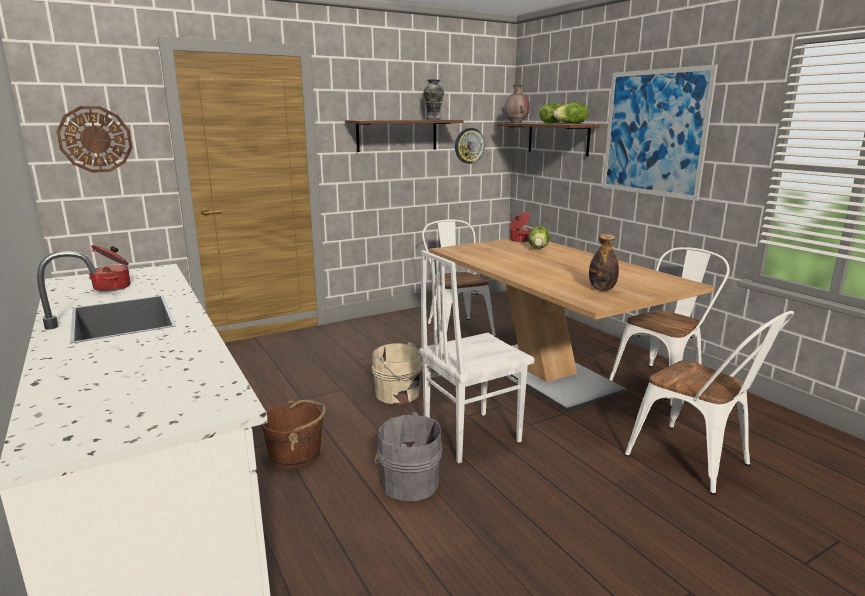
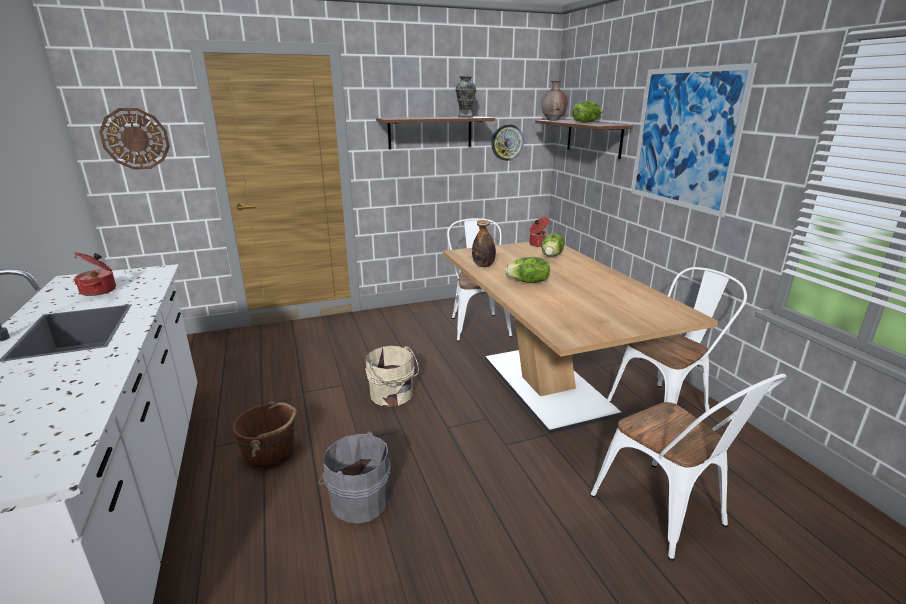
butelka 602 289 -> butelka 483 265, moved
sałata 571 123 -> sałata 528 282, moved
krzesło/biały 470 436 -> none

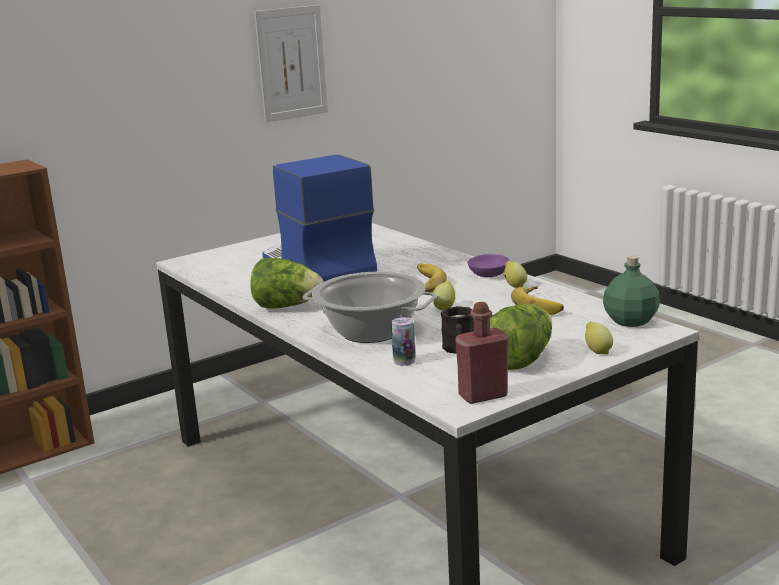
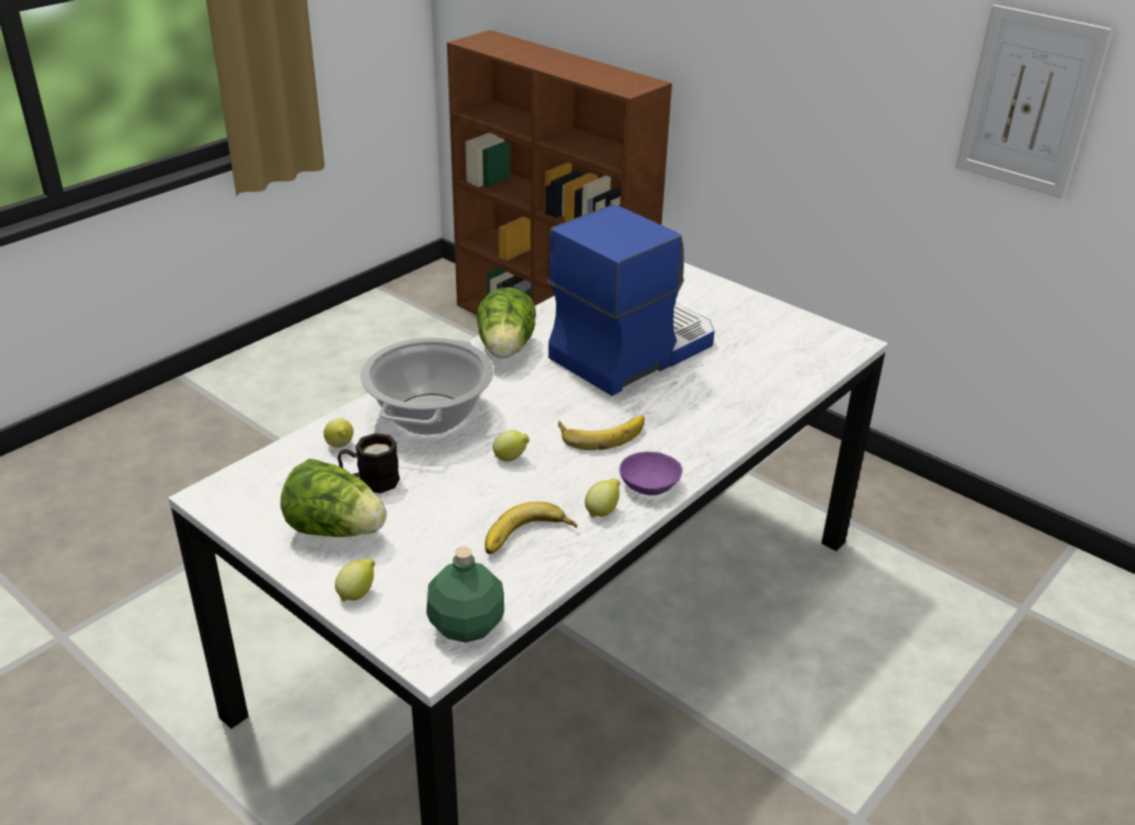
puszka 404 361 -> cytryna 340 446
butelka/czerwony 483 395 -> none

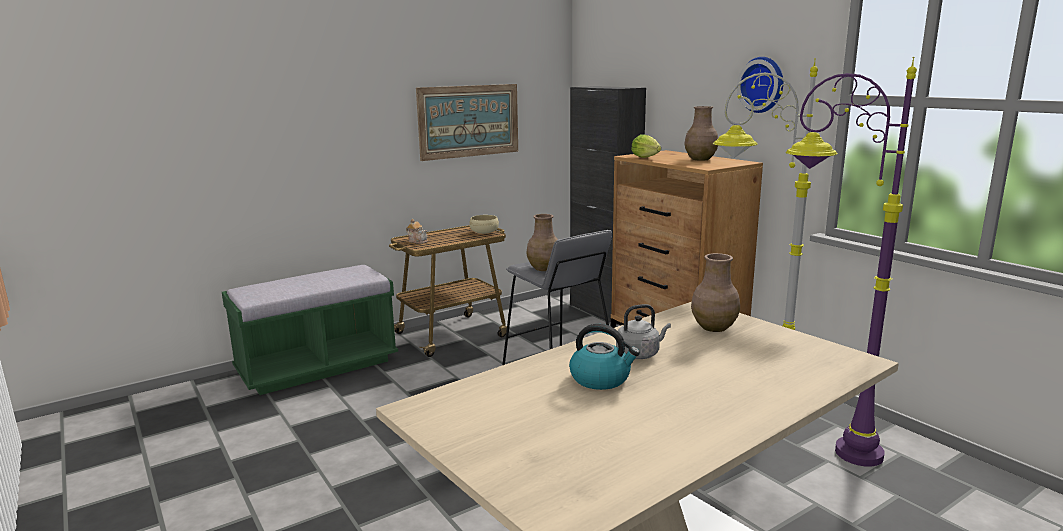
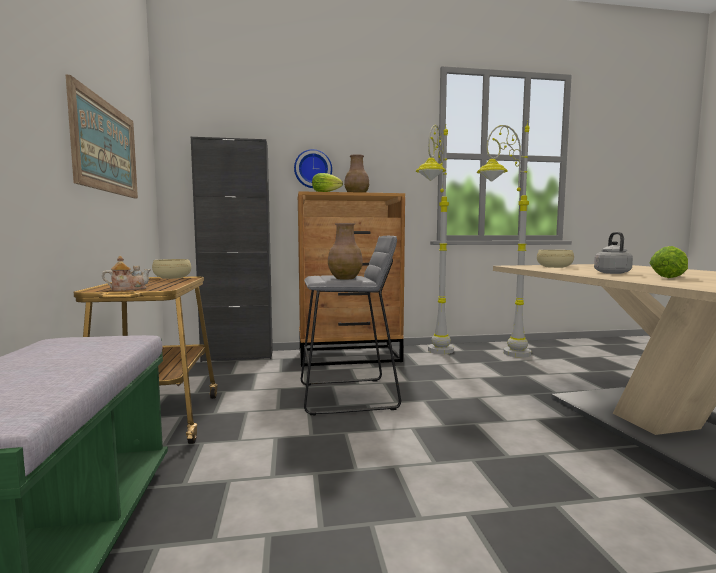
zegar ścienny 763 84 -> zegar ścienny 313 169, moved
lampa stojąca/fioletowy 818 442 -> lampa stojąca/szary 501 357
wazon/brązowy 713 327 -> miska/beżowy 554 267
czajnik 601 379 -> sałata 669 277

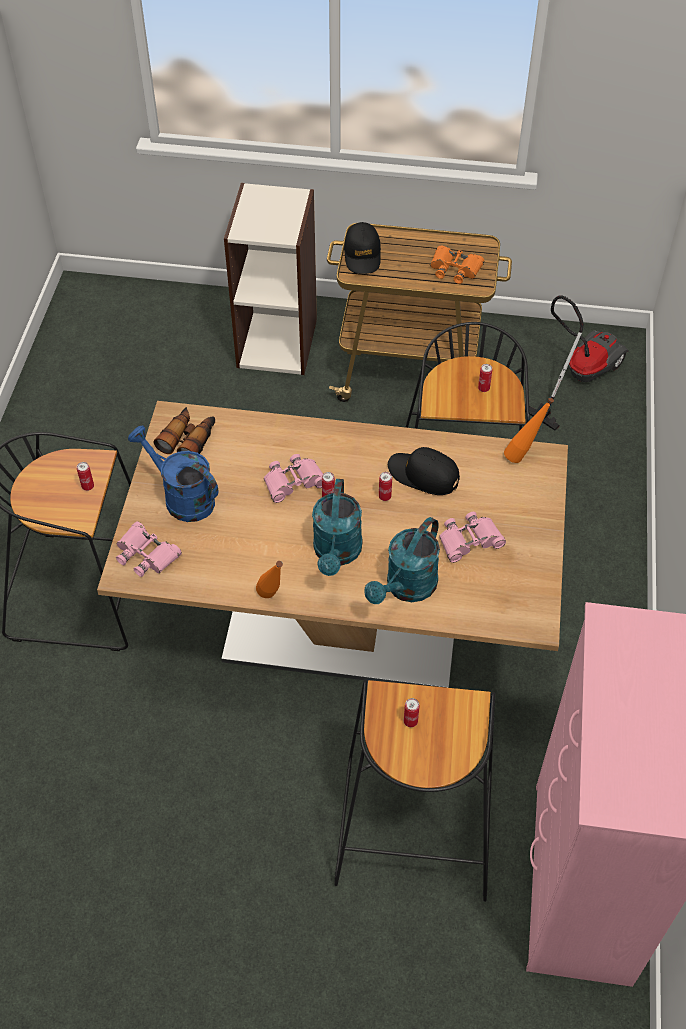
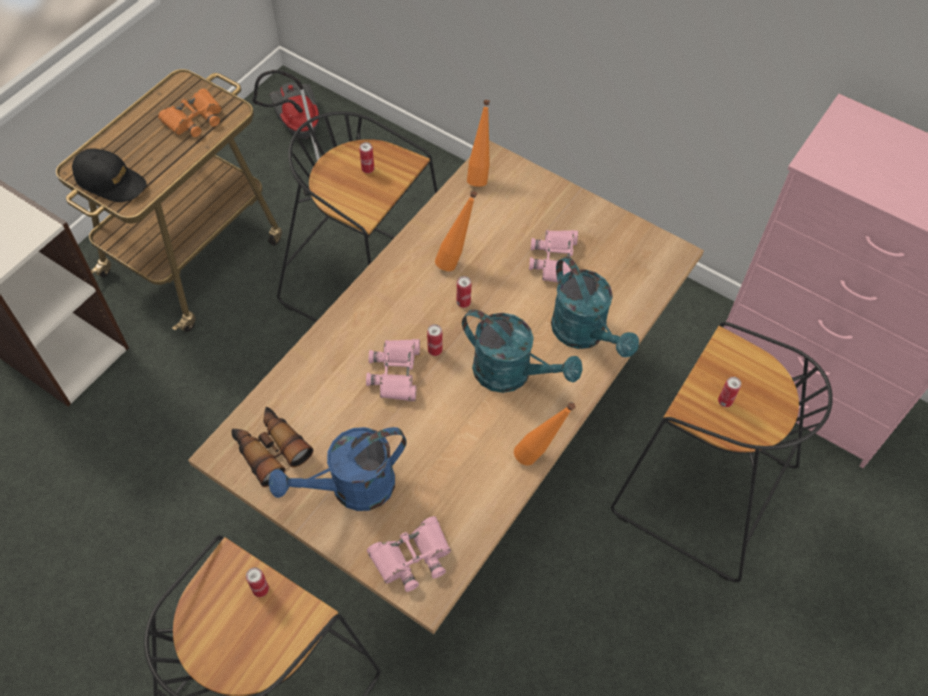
czapka z daszkiem/czarny 423 475 -> butelka/pomarańczowy 455 260

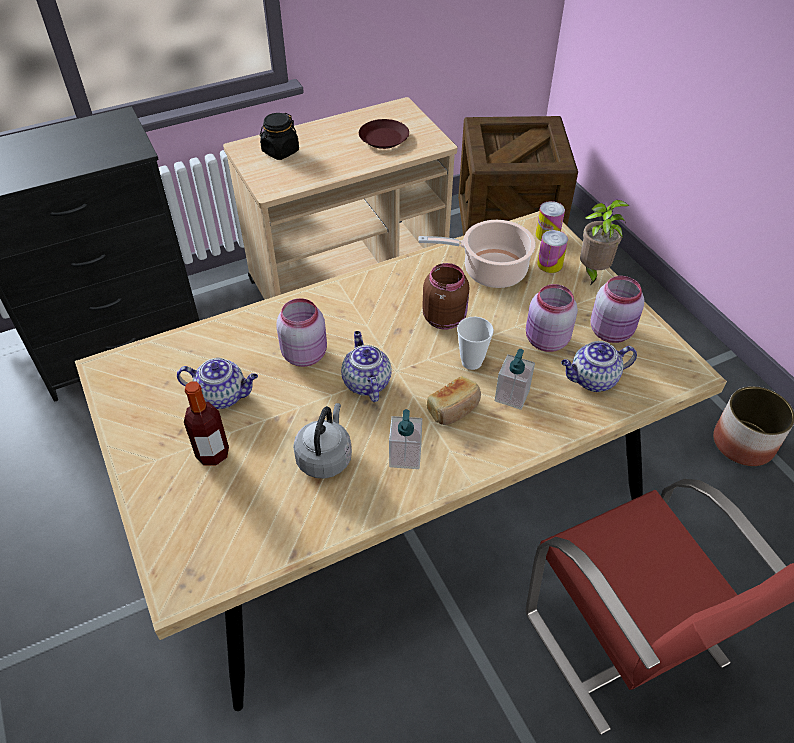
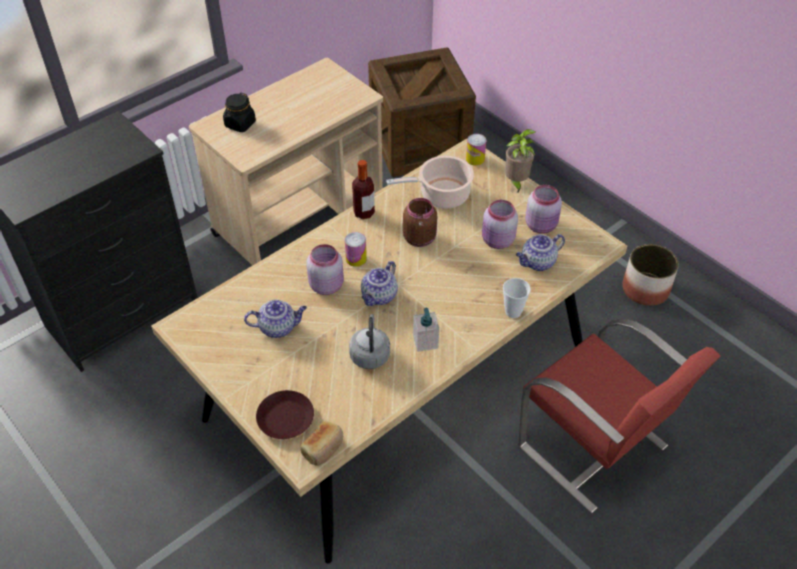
talerz/brązowy 383 138 -> talerz/brązowy 285 419, moved
chleb 454 409 -> chleb 323 448, moved
puszka 549 264 -> puszka 356 258, moved
butelka 212 454 -> butelka 364 213, moved
imbryk 366 382 -> imbryk 379 297, 120 degrees counterclockwise
filiżanka 471 362 -> filiżanka 513 312, moved
dozownik mydła 512 396 -> none

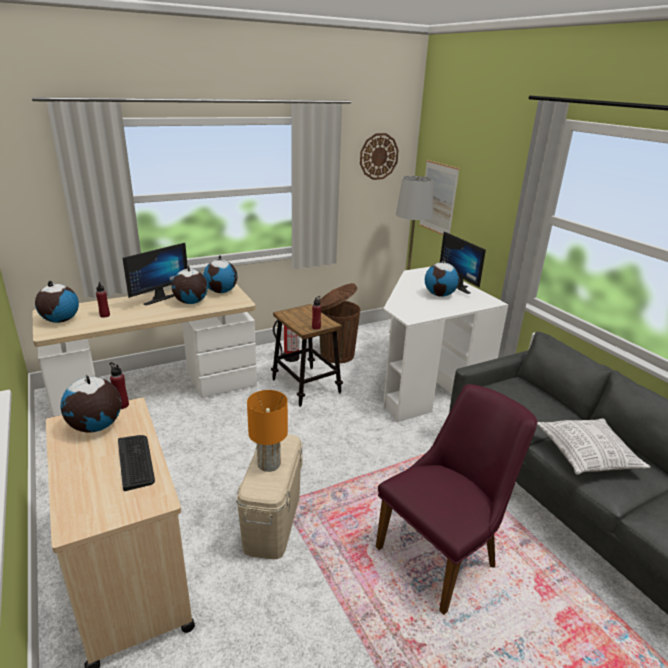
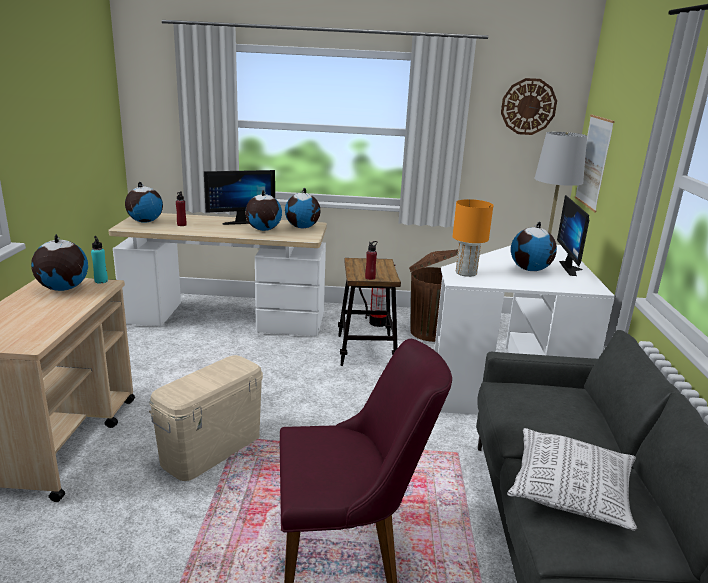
butelka/czerwony 122 405 -> butelka/turkusowy 101 281
lampa stołowa/pomarańczowy 269 463 -> lampa stołowa/pomarańczowy 466 273, moved
klawiatura 136 461 -> none

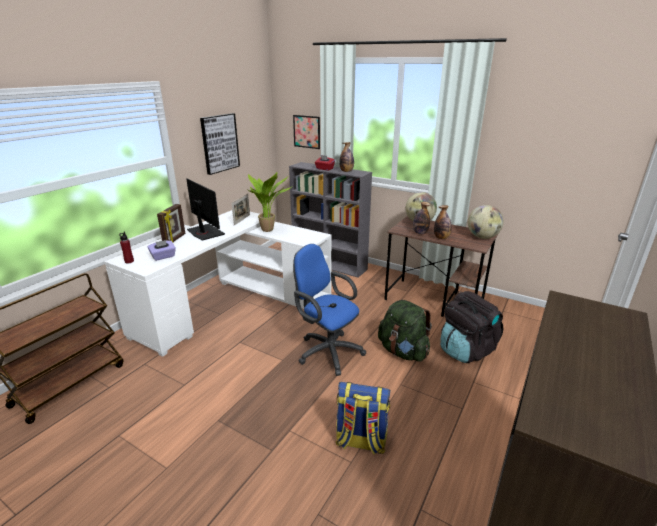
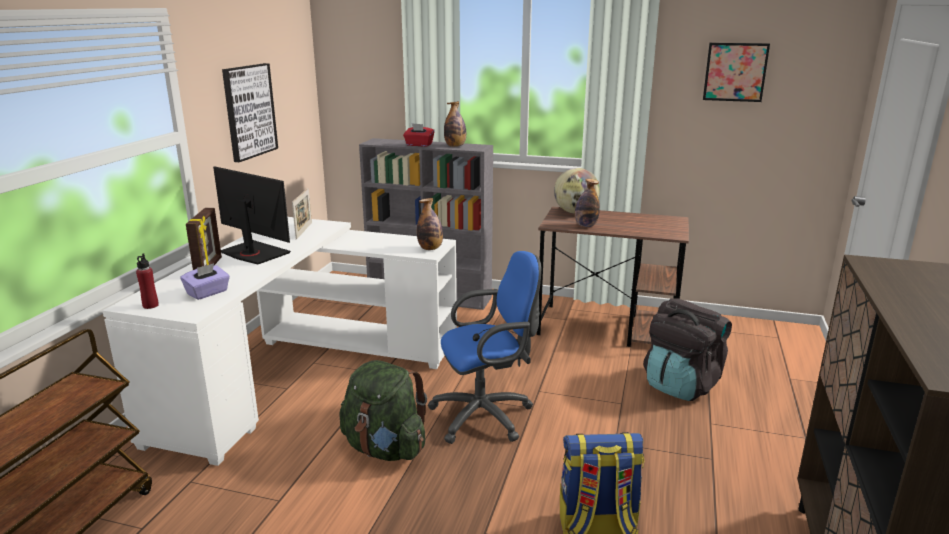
plecak/zielony 403 351 -> plecak/zielony 385 448, moved
butelka 441 238 -> butelka 430 248, moved
krzesło biurowe/niebieski 327 351 -> krzesło biurowe/niebieski 487 415, 135 degrees clockwise
obraz 307 131 -> obraz 735 72, moved
roślina doniczkowa 269 230 -> none
globus 482 237 -> none

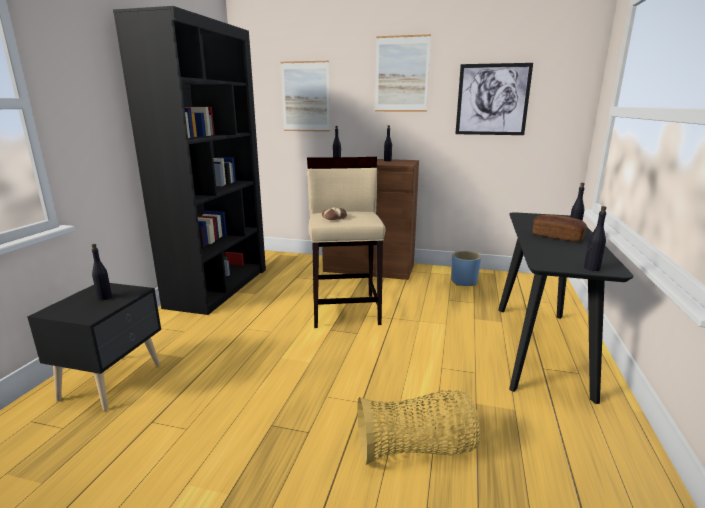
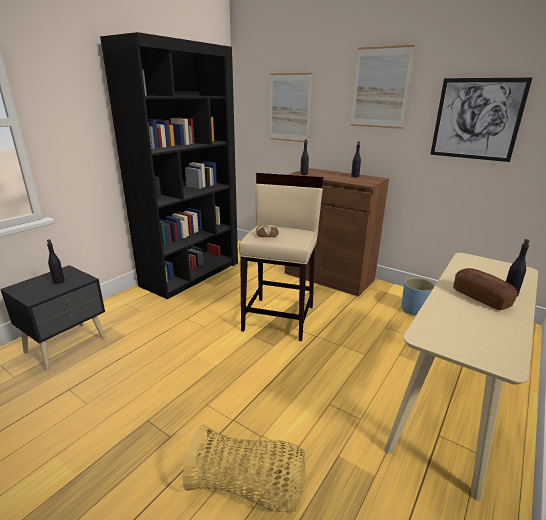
stolik konsolowy/czarny 540 348 -> stolik konsolowy/beżowy 451 409
butelka/czarny 591 268 -> none

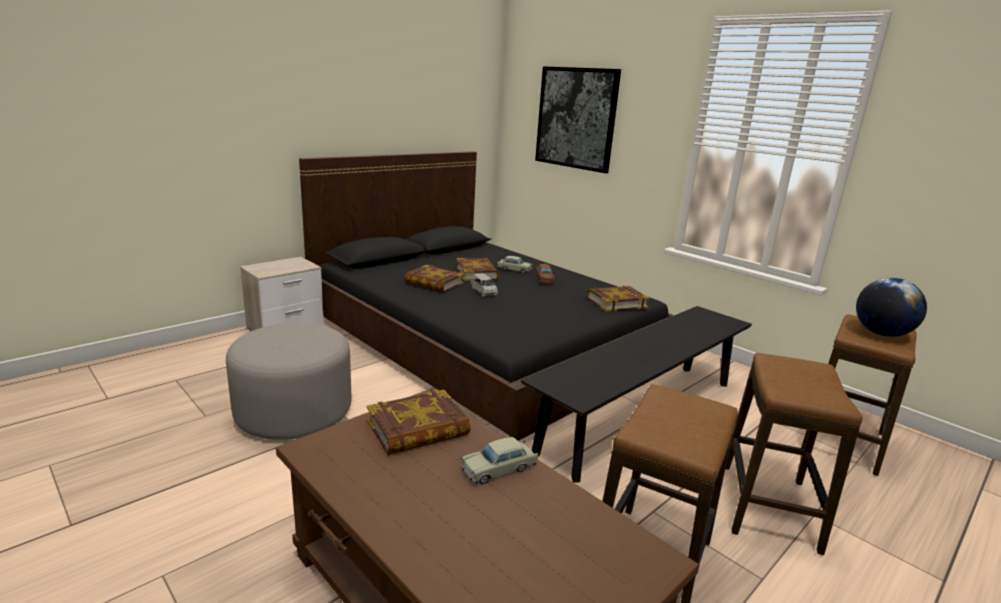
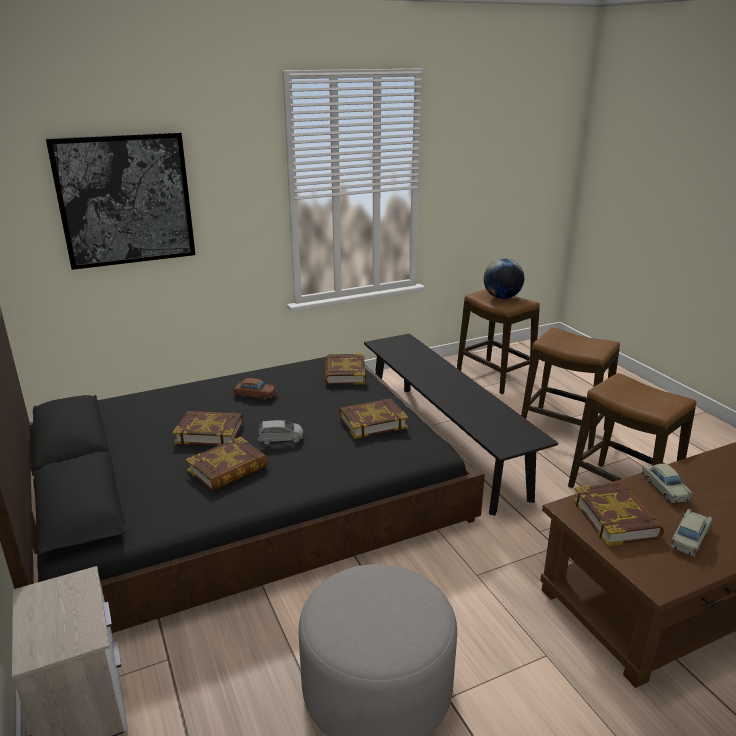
none -> książka 372 422
samochodzik/beżowy 514 269 -> samochodzik/beżowy 689 538, moved

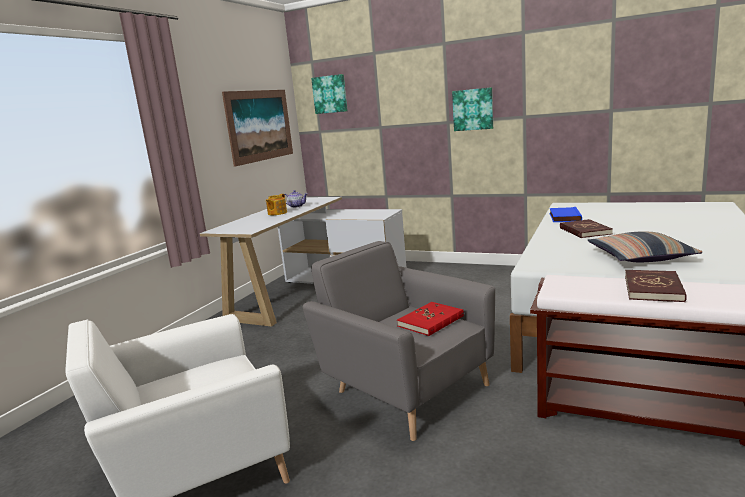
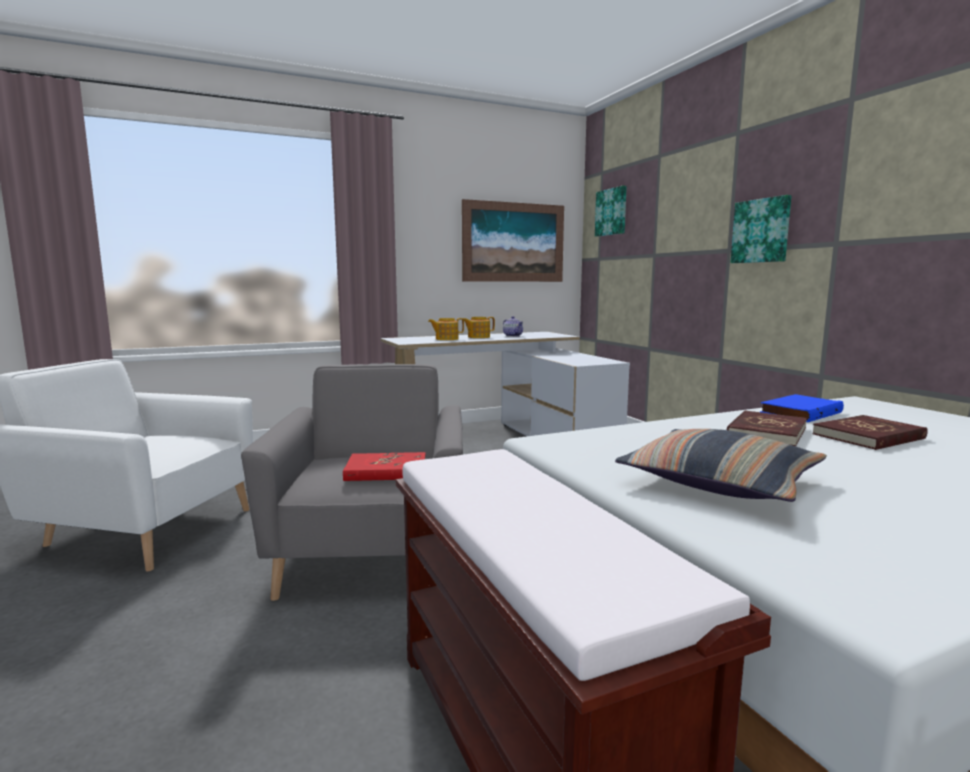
none -> imbryk 446 339
książka/czerwony 653 289 -> książka/czerwony 869 436, moved

